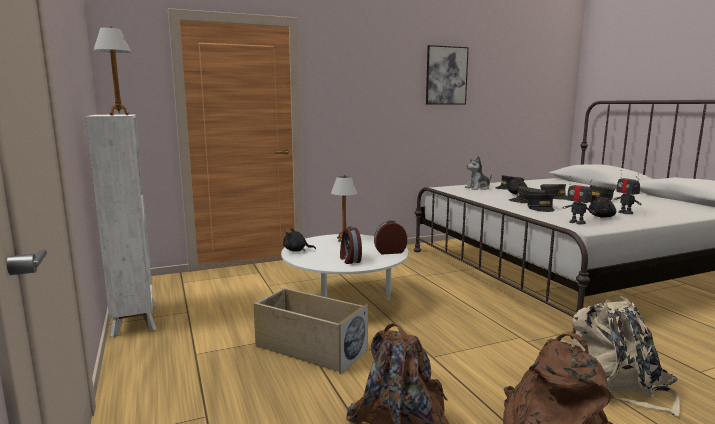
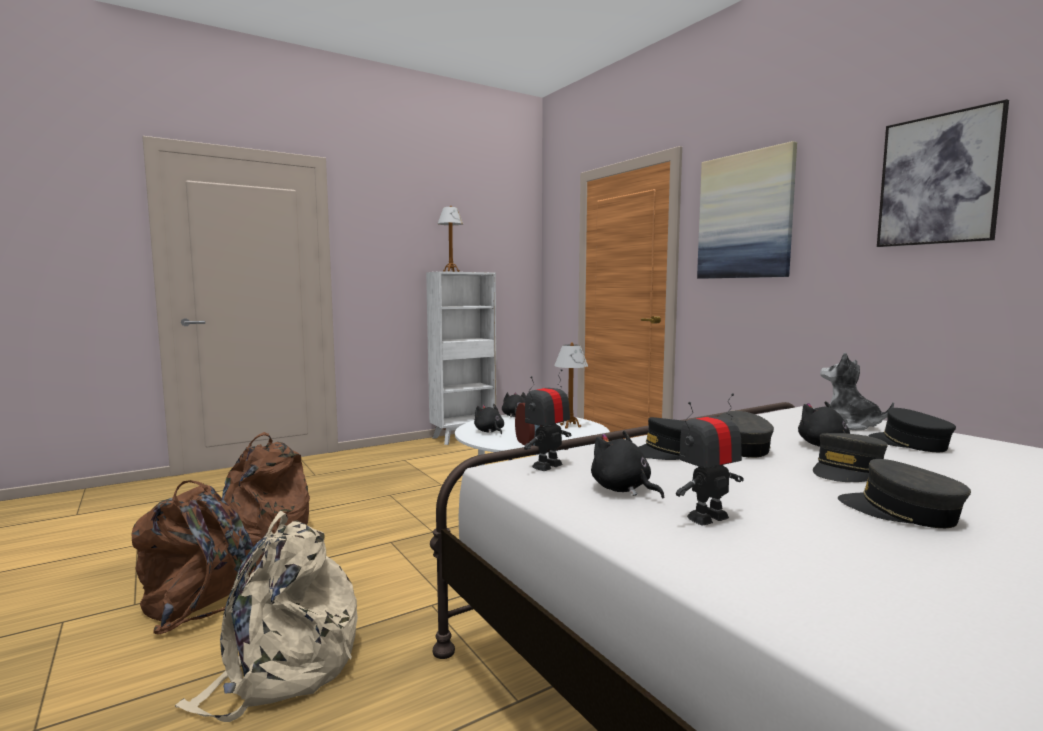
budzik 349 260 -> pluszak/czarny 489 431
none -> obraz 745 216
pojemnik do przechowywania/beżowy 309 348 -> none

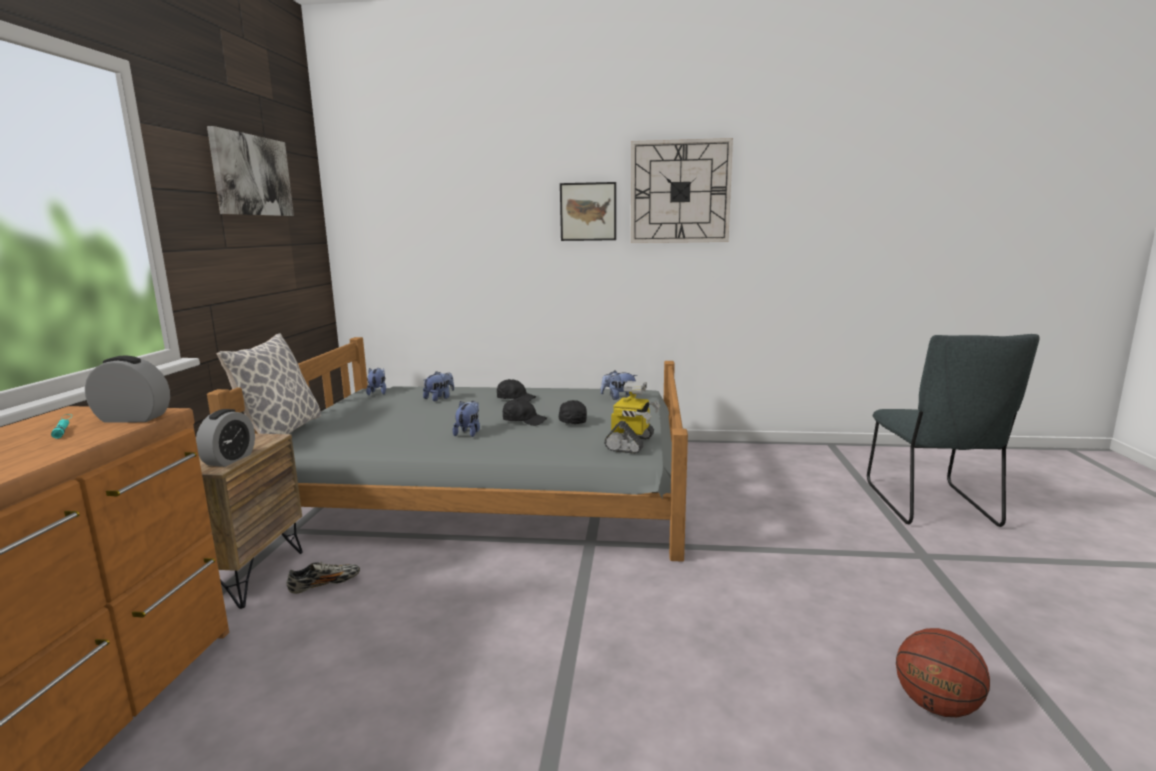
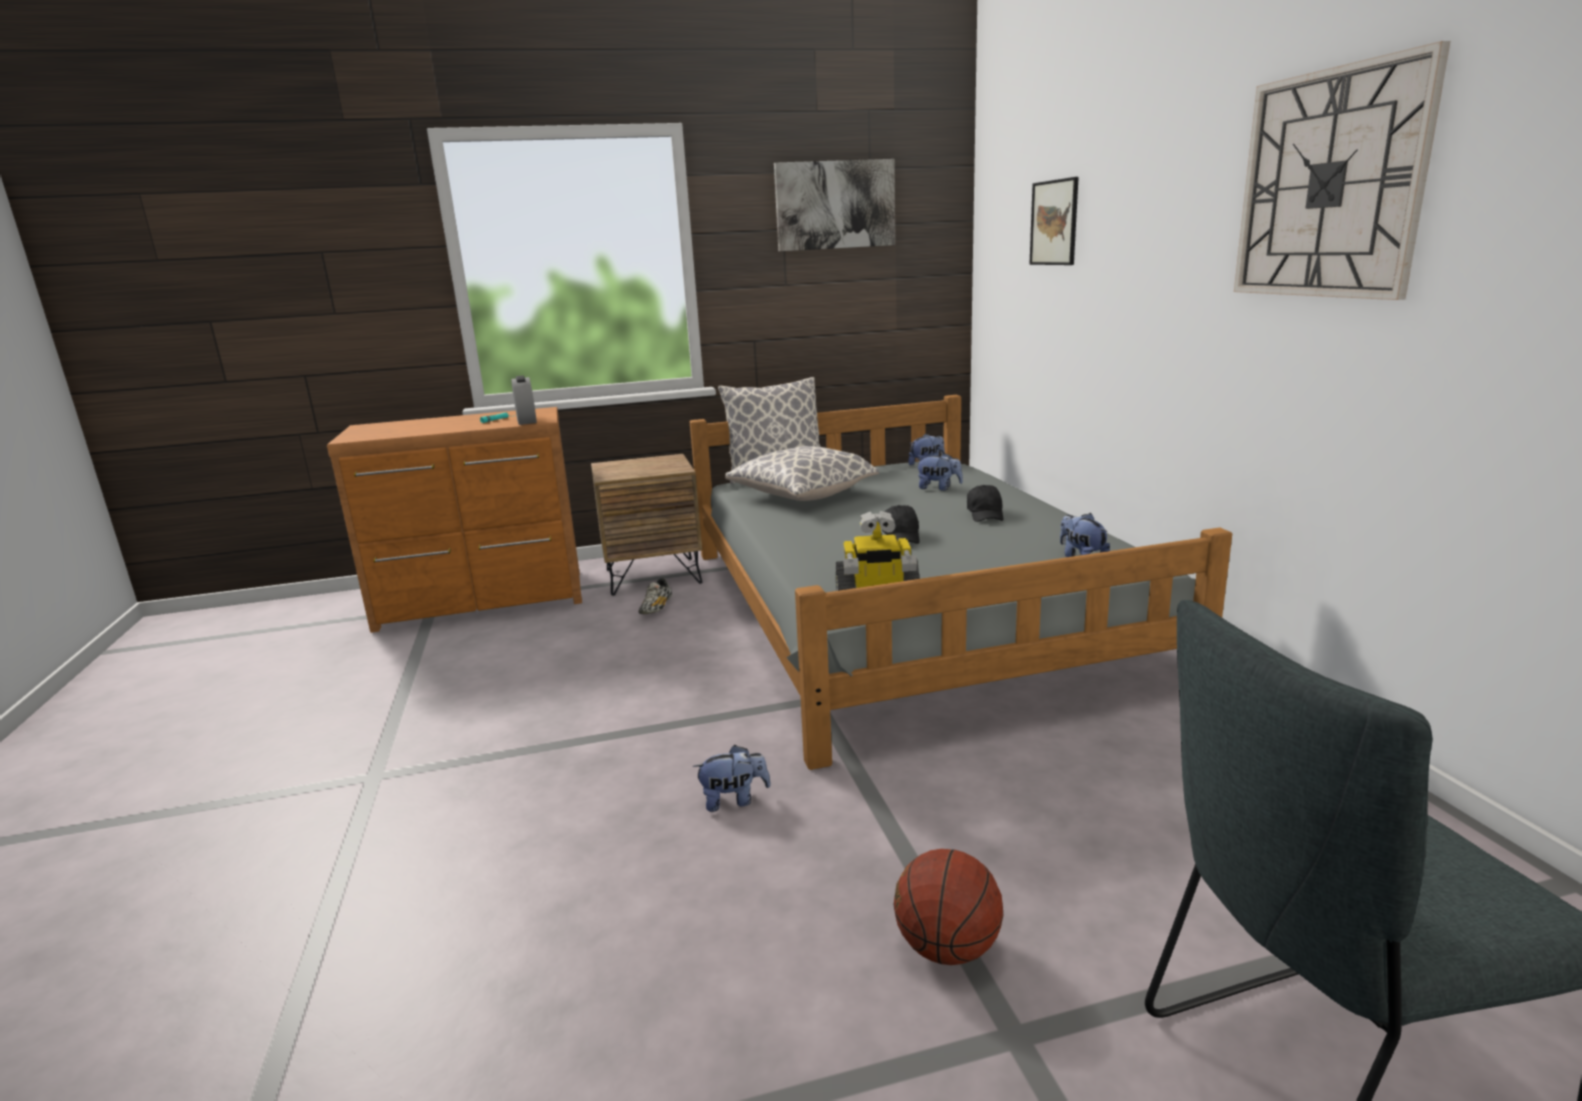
but 325 585 -> but 656 608, 60 degrees clockwise
pluszak 469 433 -> pluszak 734 800, moved
none -> poduszka 802 496
piłka do koszykówki 936 706 -> piłka do koszykówki 947 948, moved
obraz 588 211 -> obraz 1054 223, moved
budzik 229 459 -> none
czapka z daszkiem/czarny 571 421 -> none

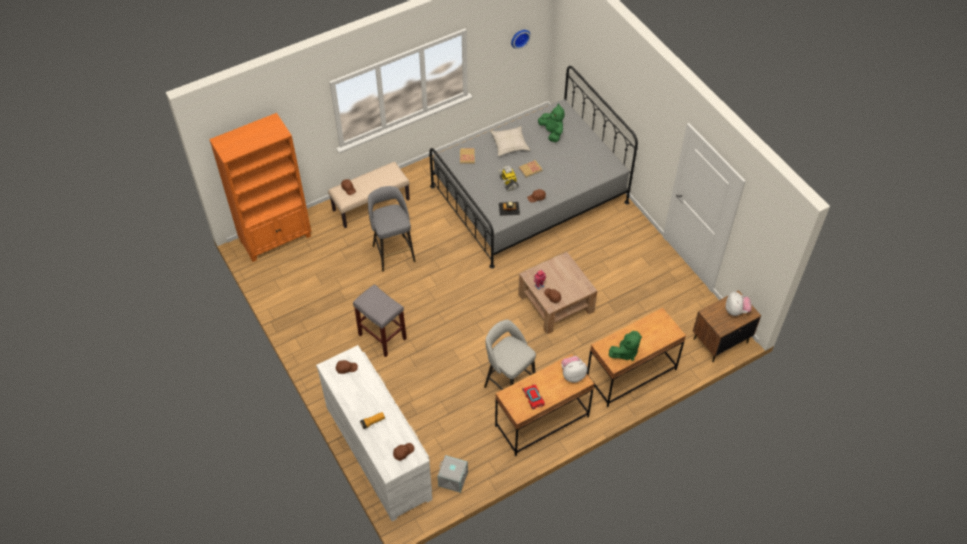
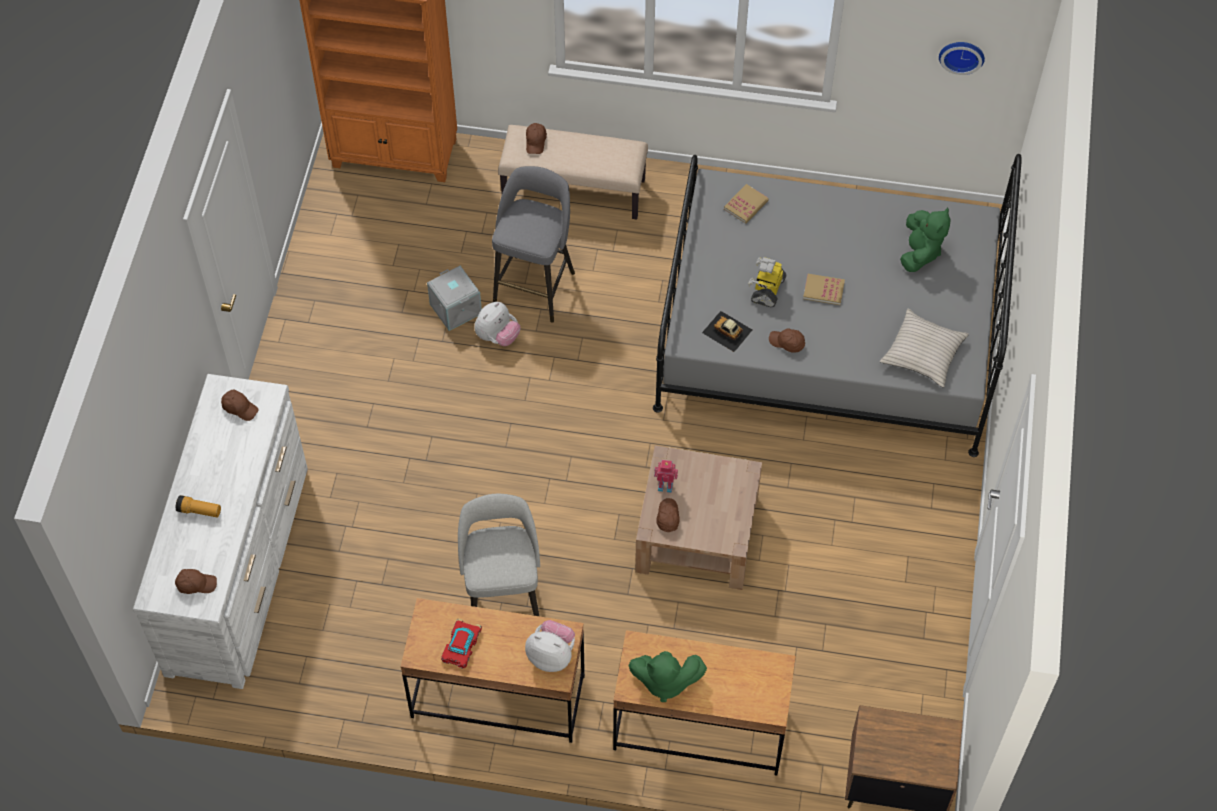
pojemnik do przechowywania/szary 452 479 -> pojemnik do przechowywania/szary 454 309, moved
pluszak 736 311 -> pluszak 497 336, moved
poduszka/beżowy 509 144 -> poduszka/beżowy 923 353, moved
stołek/szary 381 336 -> none

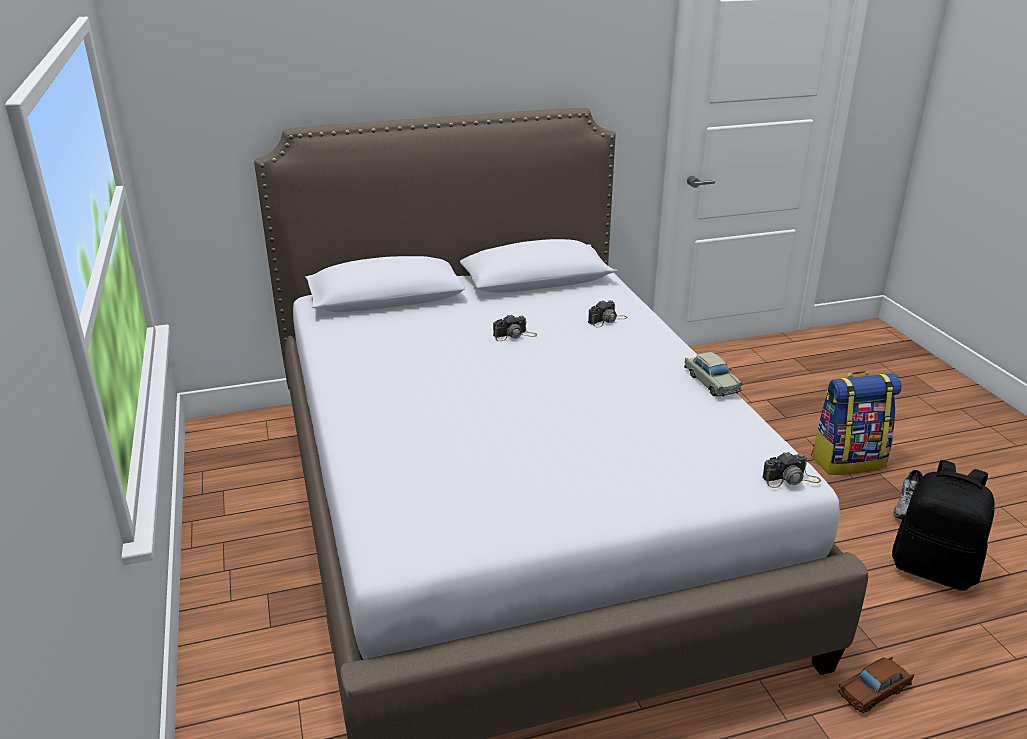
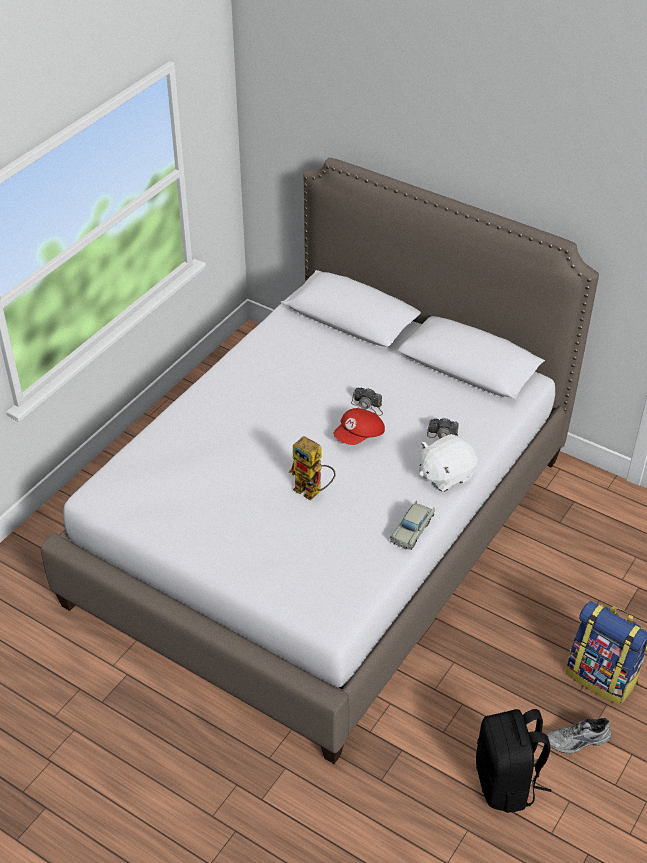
none -> robot zabawkowy 313 491
none -> czapka z daszkiem/czerwony 359 436
none -> pluszak/biały 445 475
aparat fotograficzny 791 479 -> none
samochodzik/brązowy 874 691 -> none

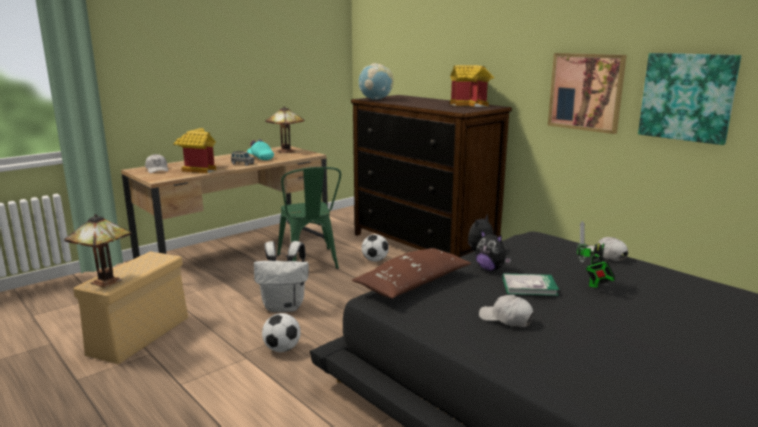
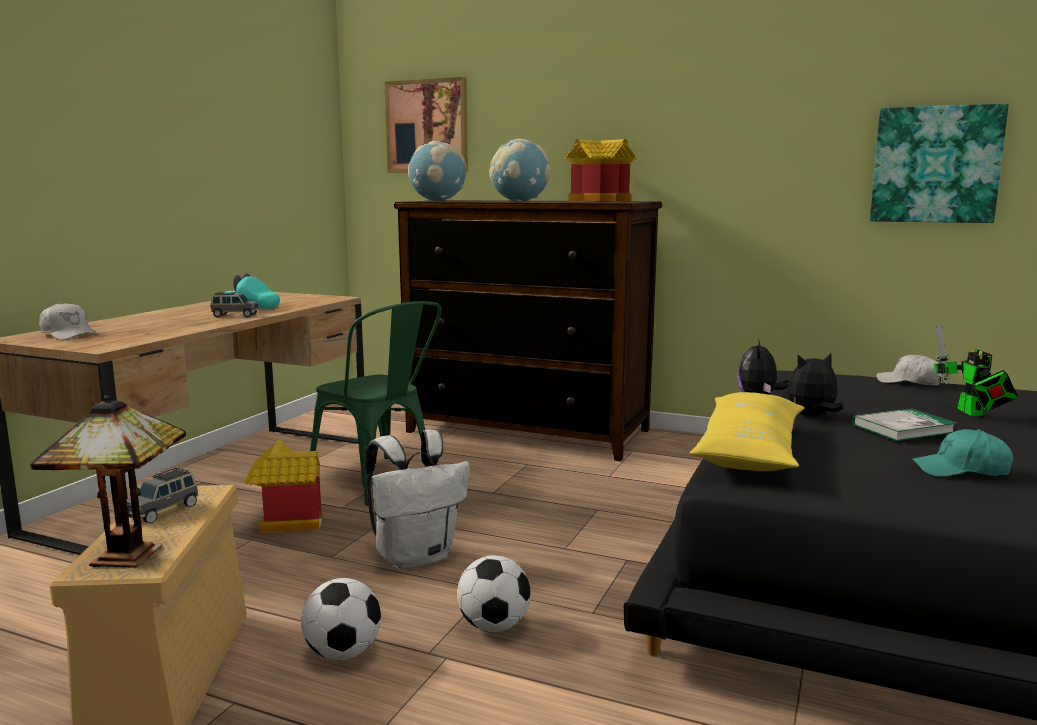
none -> samochodzik/szary 164 511
domek 198 169 -> domek 284 522, moved
piłka futbolowa 375 260 -> piłka futbolowa 343 653, moved
obraz 586 92 -> obraz 427 126, moved
none -> globus 520 201
poduszka/brązowy 413 284 -> poduszka/żółty 750 451
pluszak 490 269 -> pluszak 812 416, 150 degrees clockwise
czapka z daszkiem/biały 506 319 -> czapka z daszkiem/turkusowy 961 470
lampa stołowa 286 151 -> none

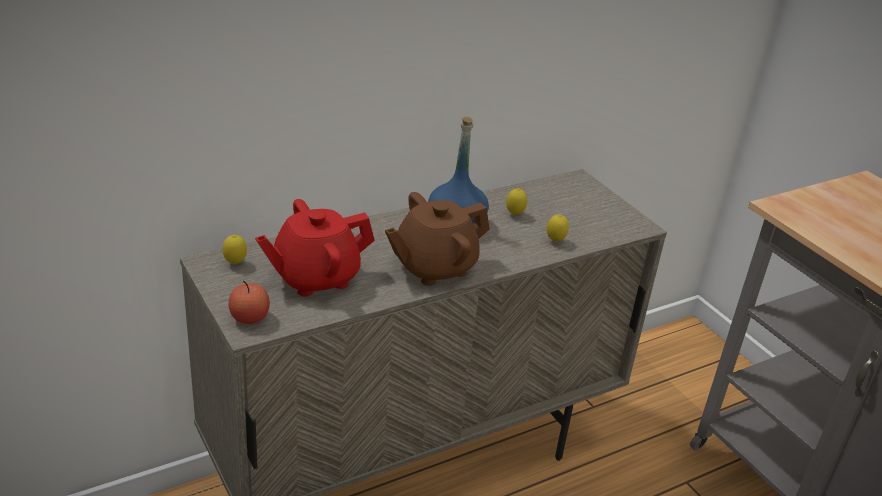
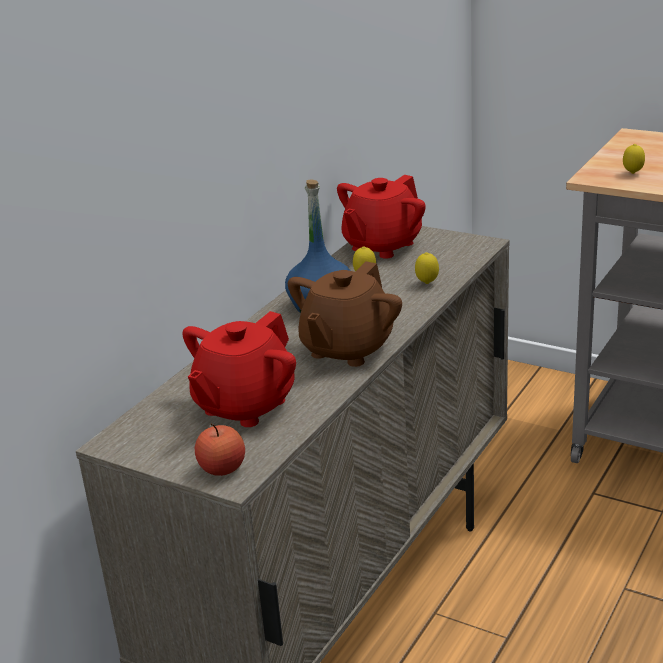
none -> imbryk/czerwony 382 246
cytryna 235 263 -> cytryna 632 173, moved

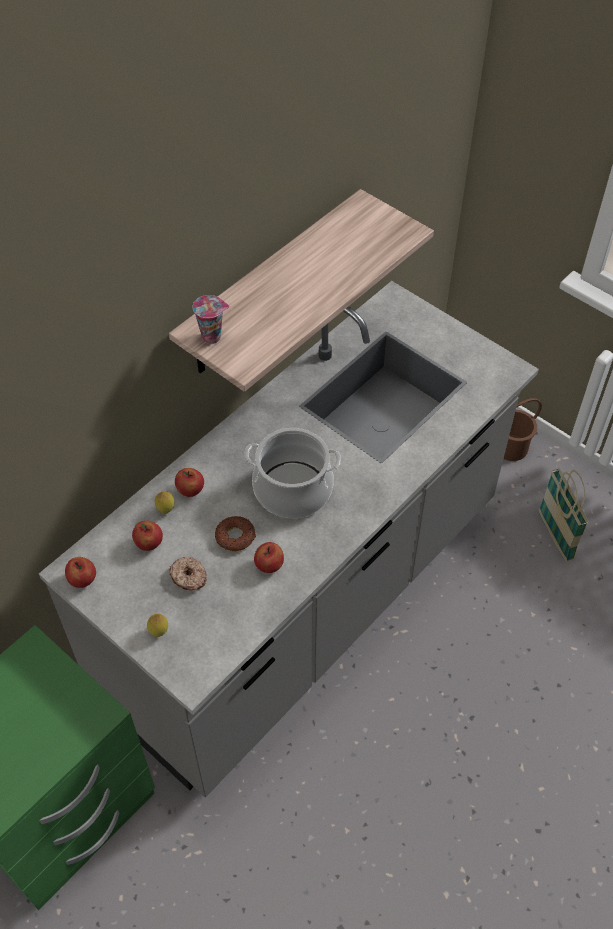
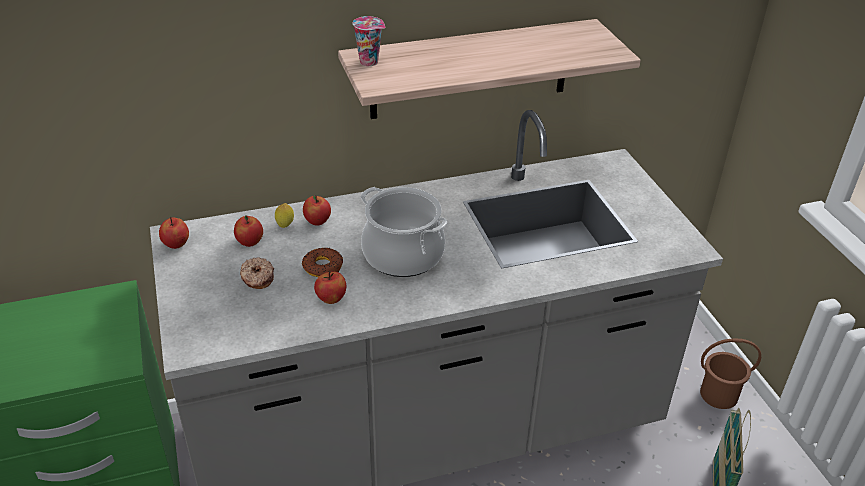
cytryna 159 632 -> none

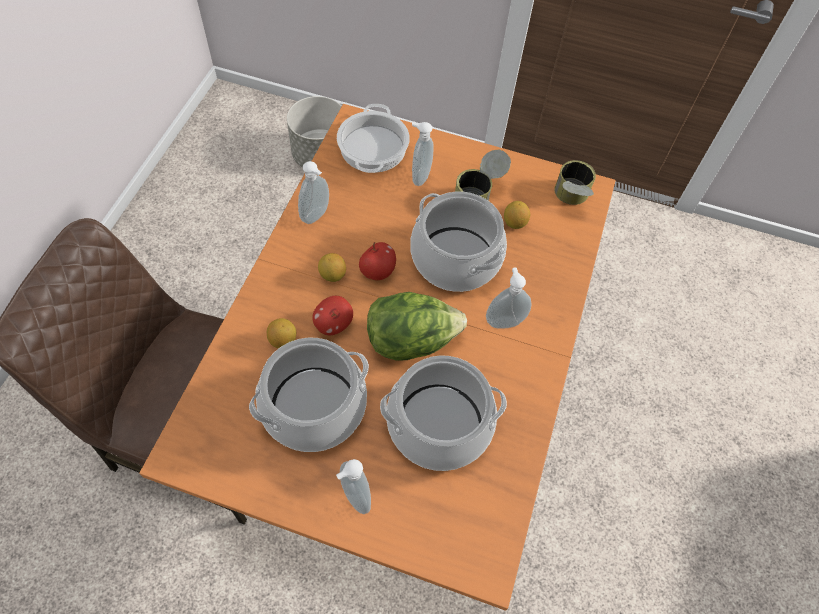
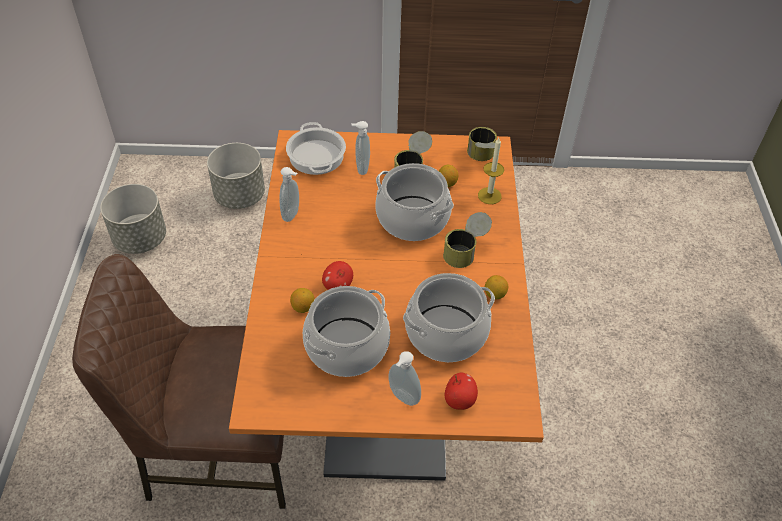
none -> donica/szary 141 238
dozownik mydła 504 320 -> puszka 466 251
jabłko 377 271 -> jabłko 459 400, moved
none -> świeca 489 195
cytryna 332 275 -> cytryna 495 294, moved
sałata 411 340 -> none

